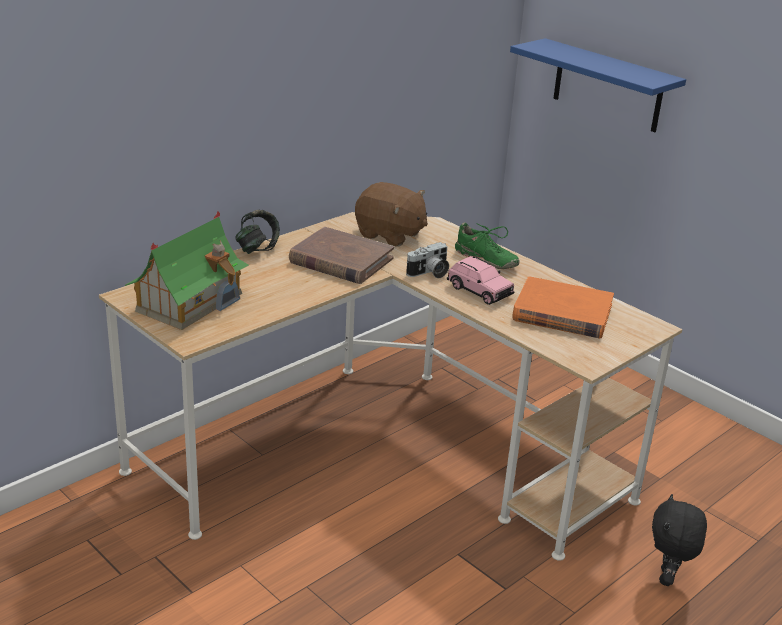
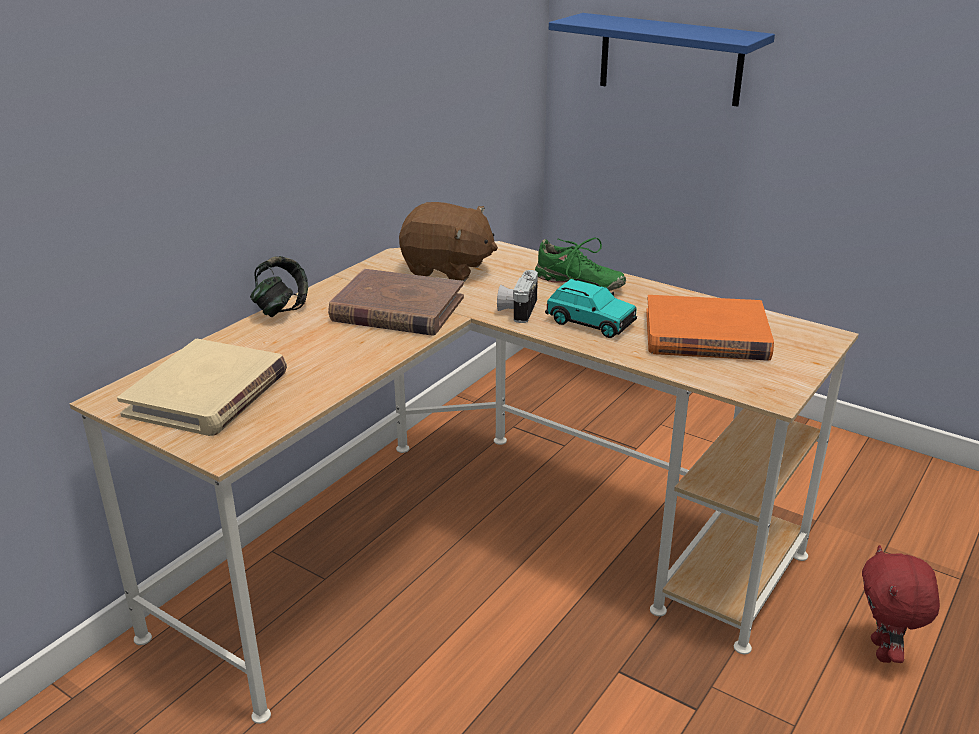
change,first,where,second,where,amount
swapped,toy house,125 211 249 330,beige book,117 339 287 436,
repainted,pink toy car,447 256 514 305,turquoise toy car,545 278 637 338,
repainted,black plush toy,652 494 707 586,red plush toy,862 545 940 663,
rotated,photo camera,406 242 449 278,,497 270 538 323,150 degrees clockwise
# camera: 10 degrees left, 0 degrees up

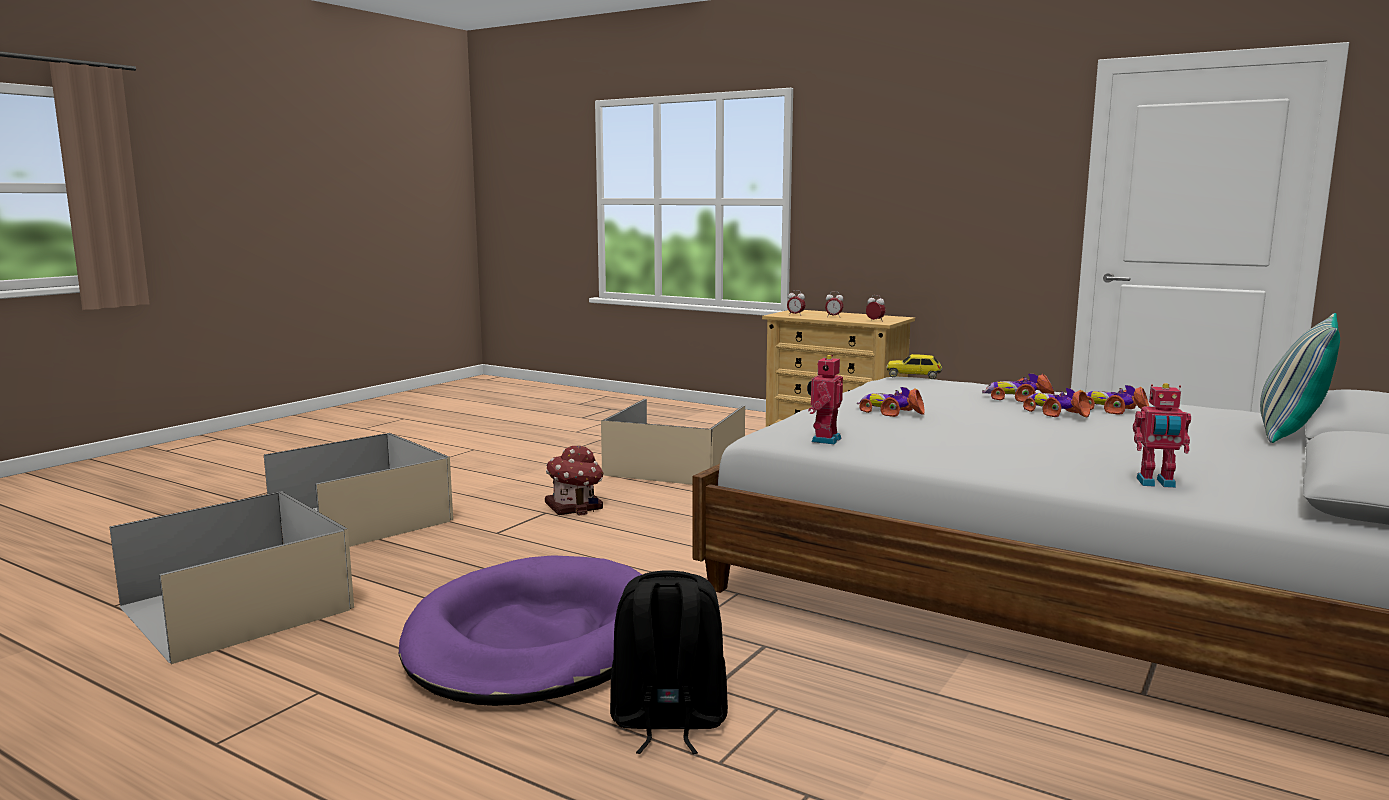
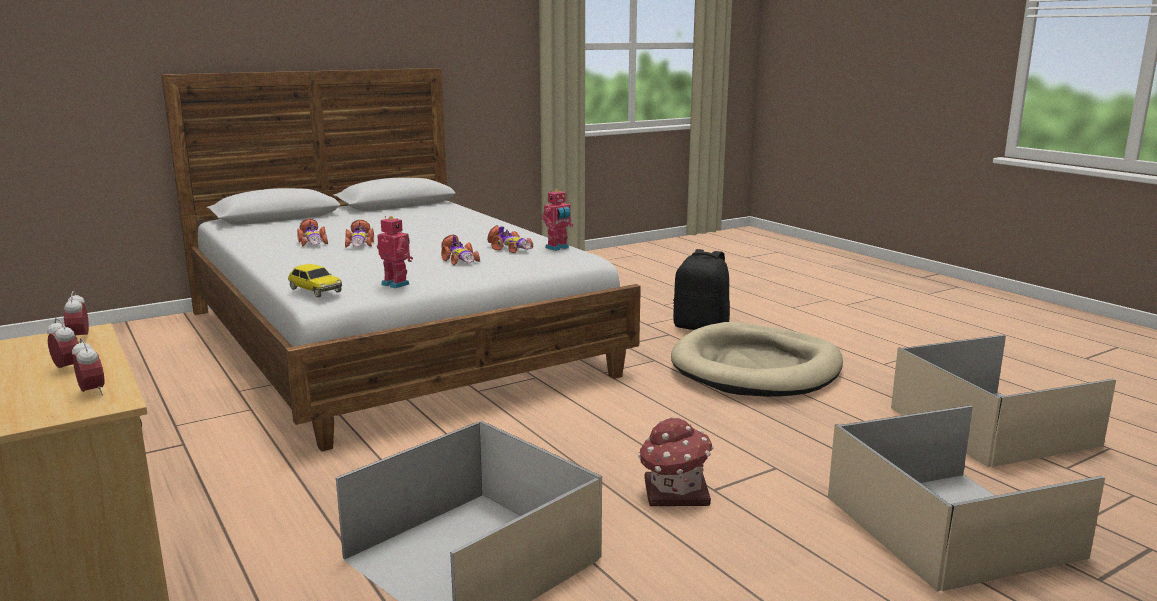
change,first,where,second,where,amount
gone,pillow,1260 313 1340 443,,,
shifted,toy car,982 374 1055 402,,487 225 533 253,
shifted,toy robot,1133 383 1191 488,,377 216 413 288,
repainted,purple dog bed,399 555 642 706,beige dog bed,671 322 843 397,
# camera: 155 degrees left, 5 degrees up

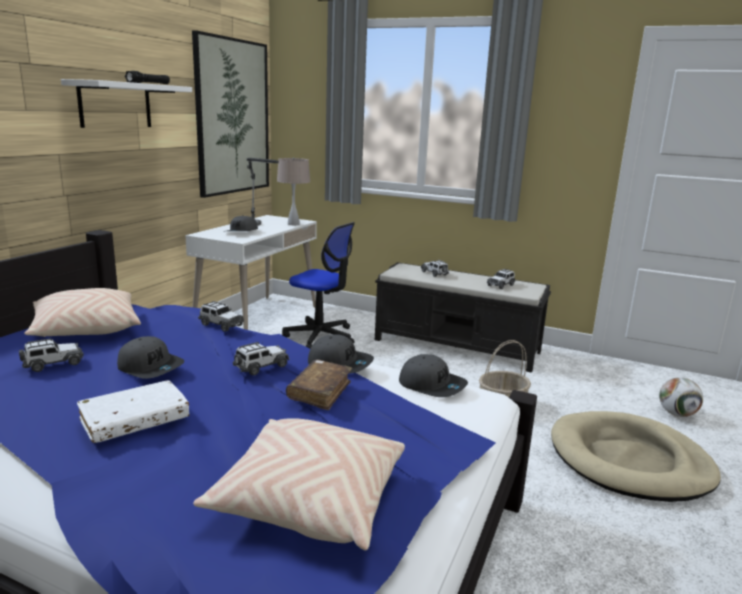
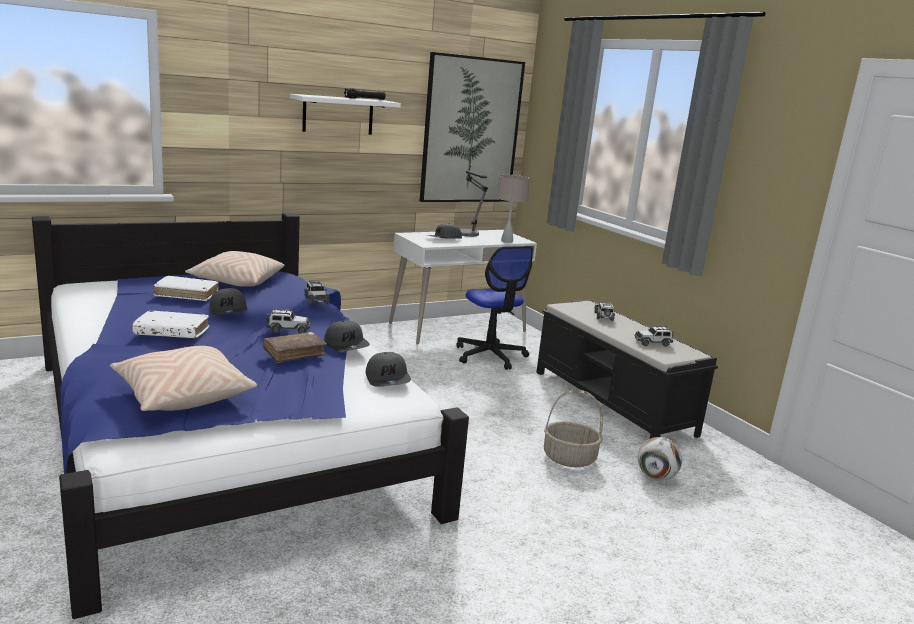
change,first,where,second,where,amount
gone,beige dog bed,551 411 721 502,,,
shifted,football,659 377 703 417,,638 437 682 481,
swapped,toy car,19 339 84 372,white book,153 276 219 301,
# camera: 35 degrees right, 0 degrees up

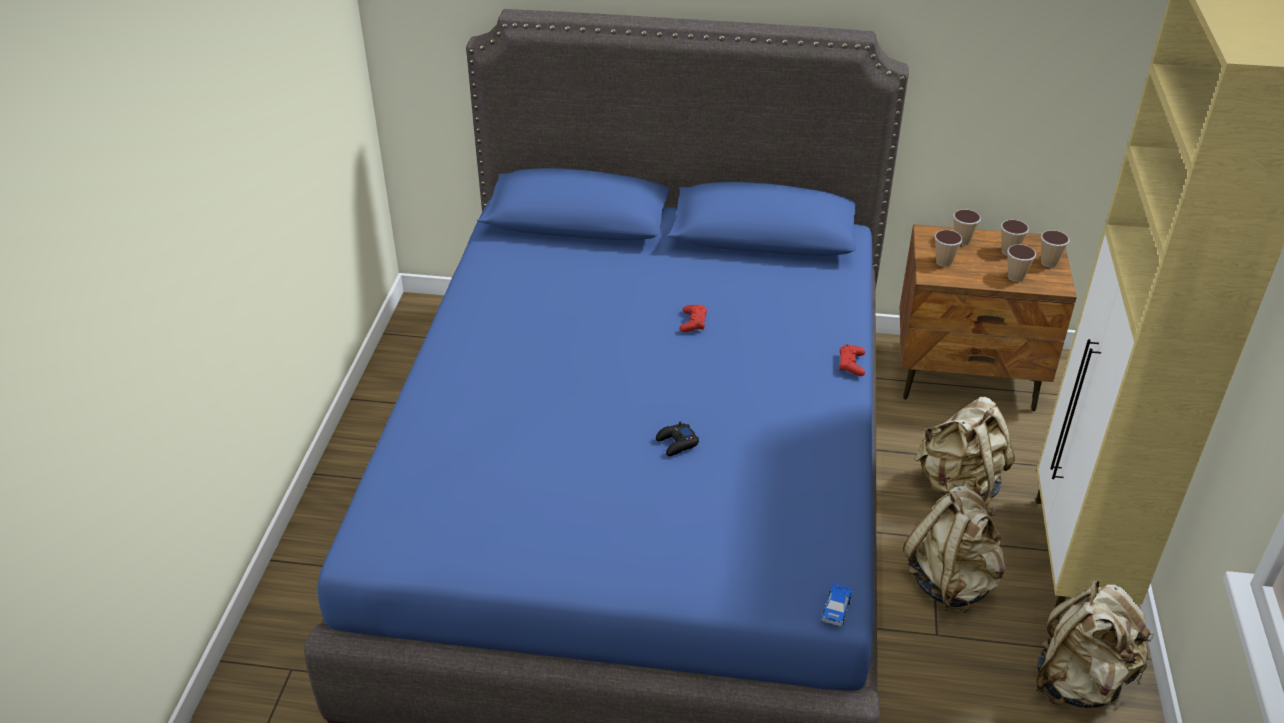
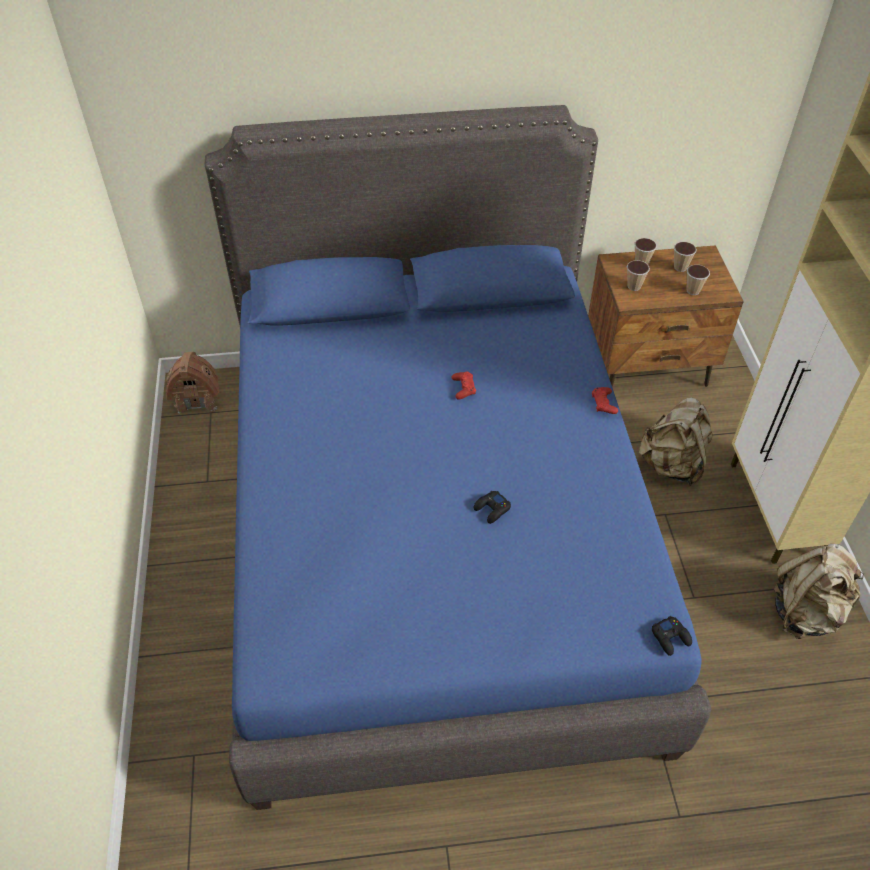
change,first,where,second,where,amount
gone,beige backpack,903 486 1005 613,,,
gone,cup,1041 230 1069 267,,,
new,,,toy house,166 352 220 414,
swapped,toy car,821 583 852 626,black game controller,652 616 692 656,
# camera: 15 degrees left, 10 degrees up

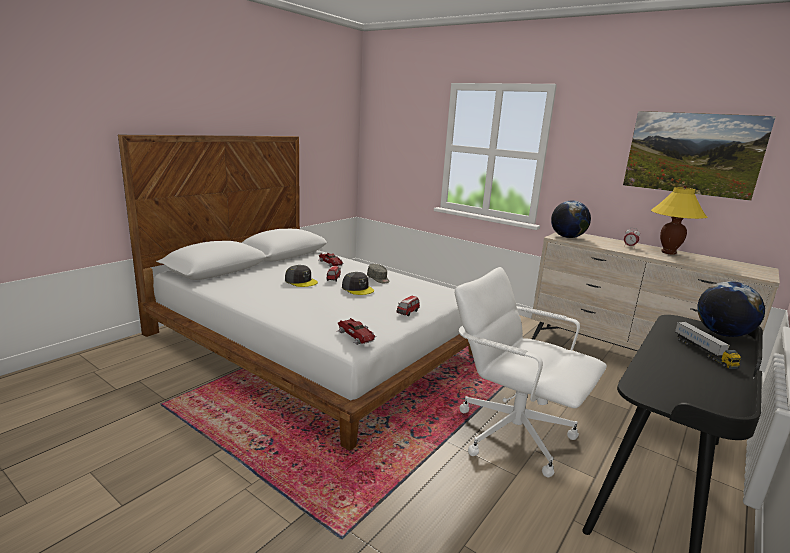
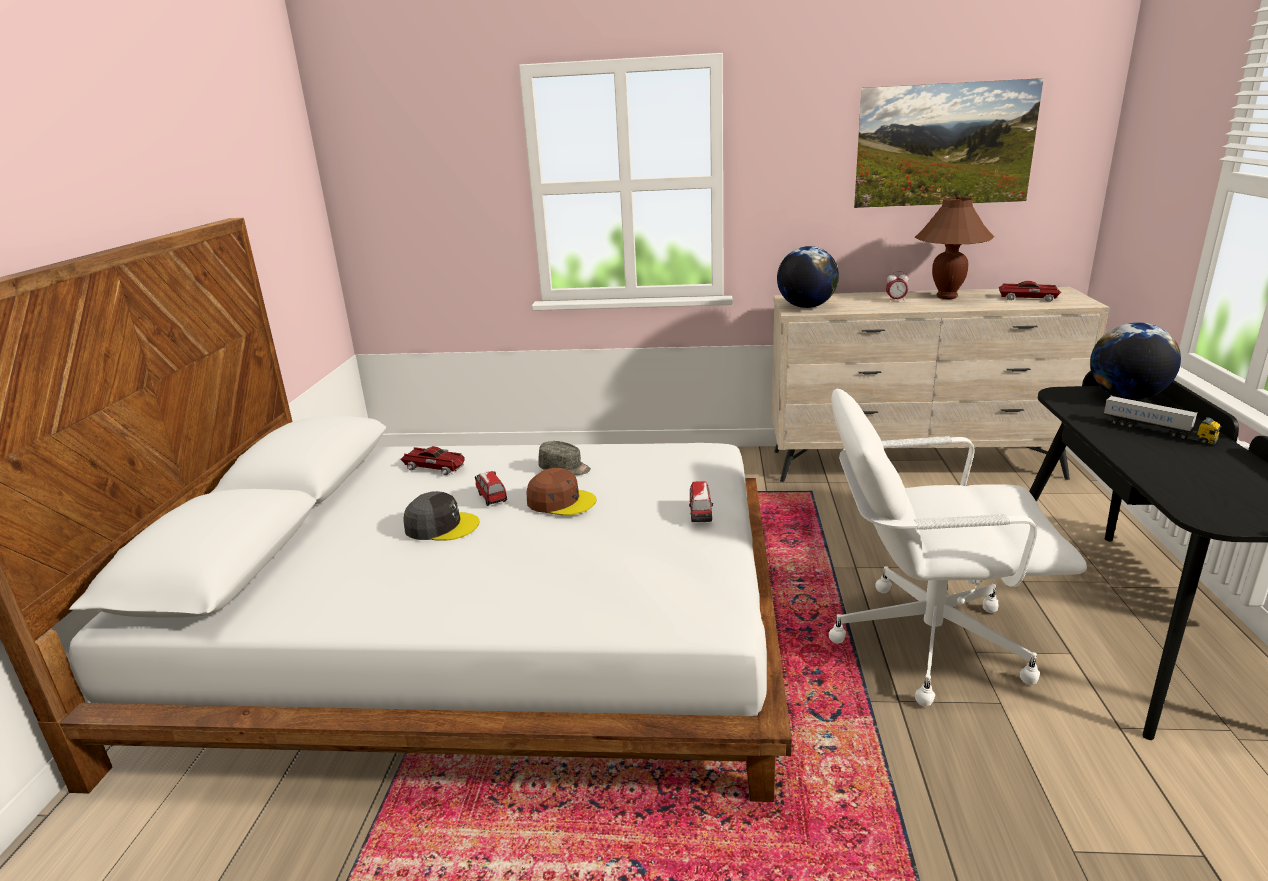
change,first,where,second,where,amount
shifted,toy car,338 318 376 345,,999 281 1062 302,
repainted,grey cap,342 272 374 295,brown cap,527 468 597 515,
repainted,yellow table lamp,651 186 707 255,brown table lamp,915 195 994 299,
# camera: 30 degrees left, 5 degrees up

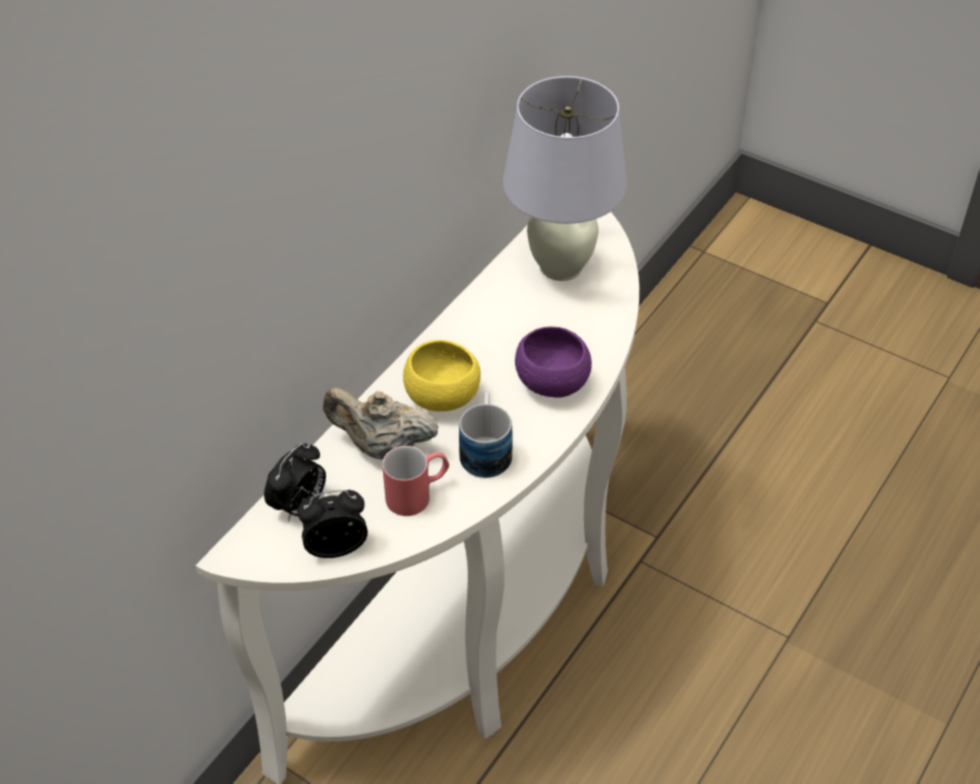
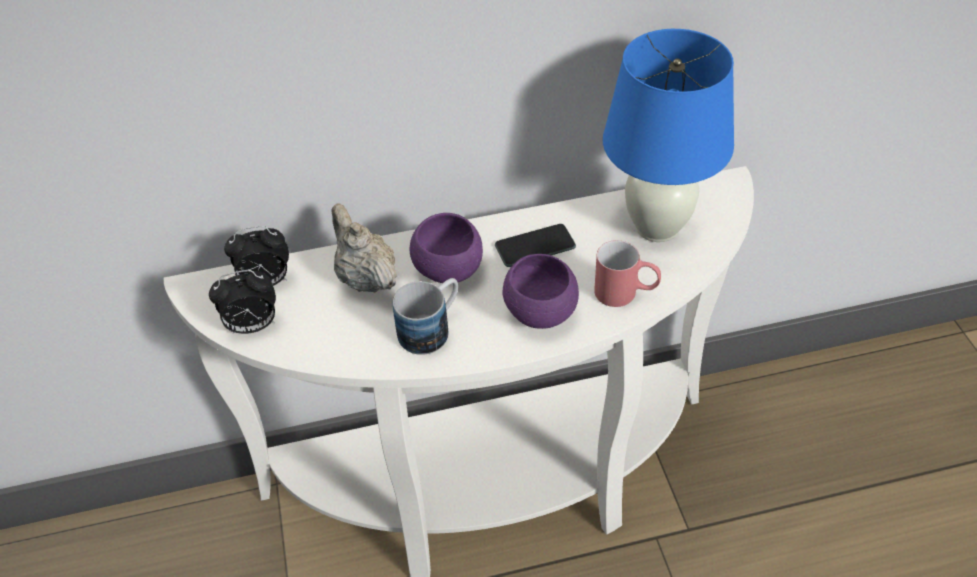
change,first,where,second,where,amount
new,,,phone,495 224 576 267,
shifted,red mug,382 446 449 516,,594 240 661 307,
repainted,yellow bowl,403 340 481 411,purple bowl,410 213 483 284,
repainted,white table lamp,503 76 627 281,blue table lamp,603 29 734 242,
rotated,alarm clock,297 490 368 558,,209 270 276 334,135 degrees clockwise
# camera: 45 degrees right, 0 degrees up

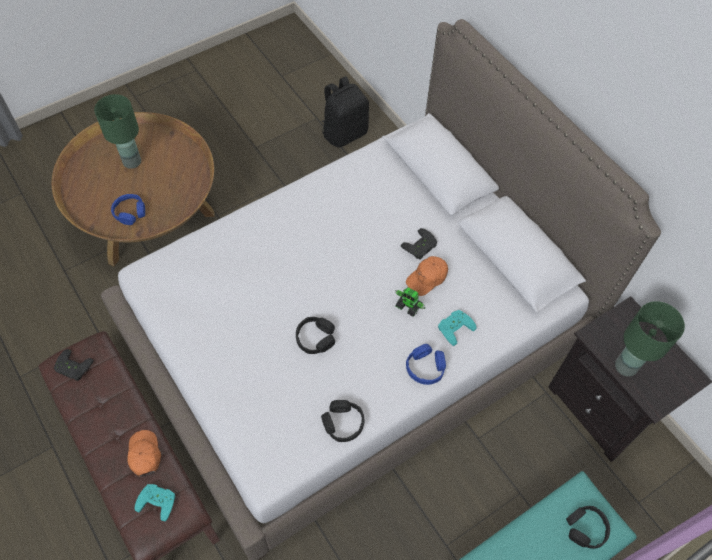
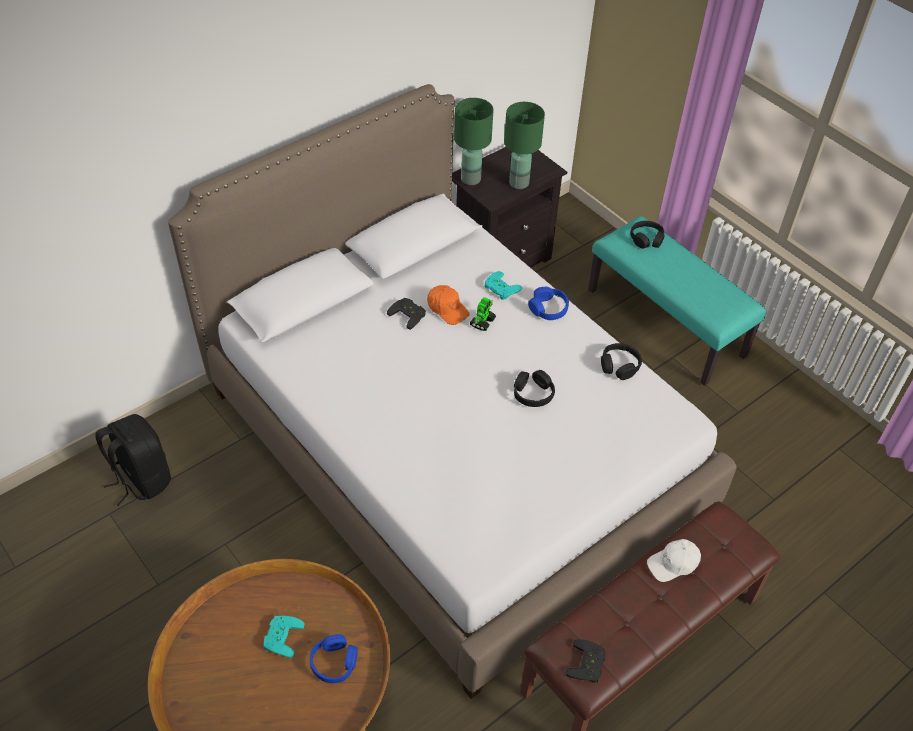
change,first,where,second,where,amount
shifted,green table lamp,94 94 141 169,,454 98 493 185,
shifted,turquoise game controller,135 484 175 521,,264 616 305 658,
repainted,orange cap,127 430 161 476,white cap,647 539 701 582,
# camera: 95 degrees left, 10 degrees down

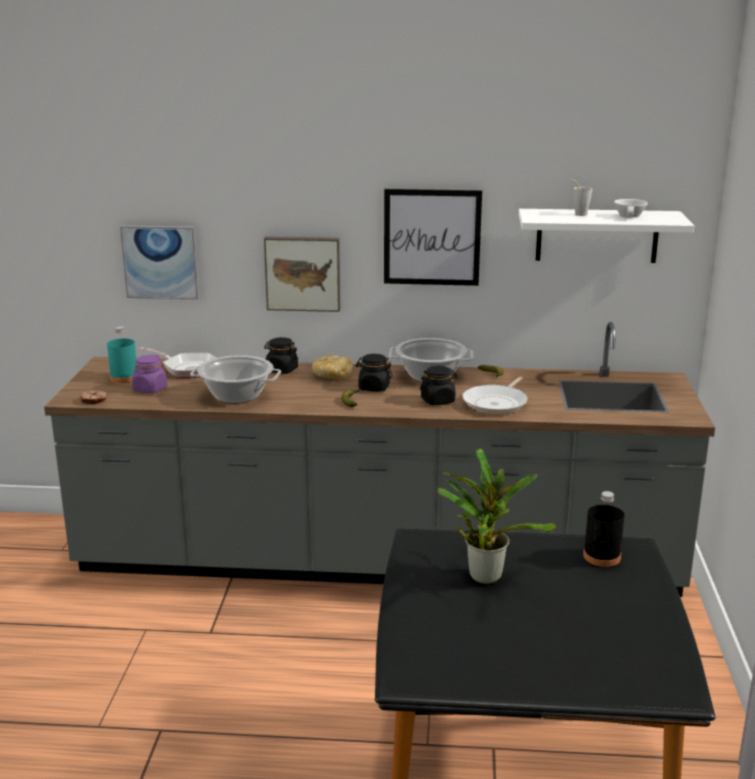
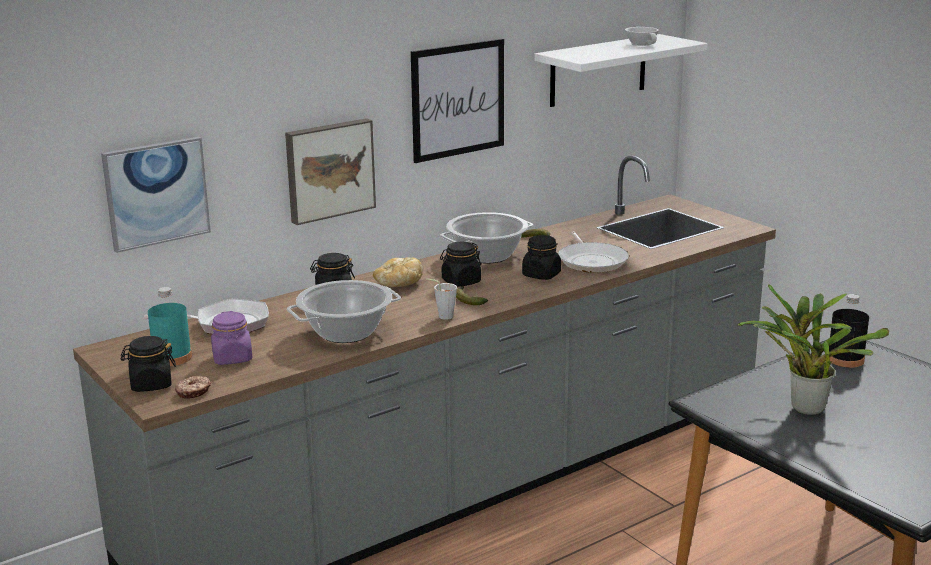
change,first,where,second,where,amount
new,,,black jar,121 336 176 392,
shifted,grey cup,569 179 593 216,,426 279 457 320,
# camera: 40 degrees left, 0 degrees up

